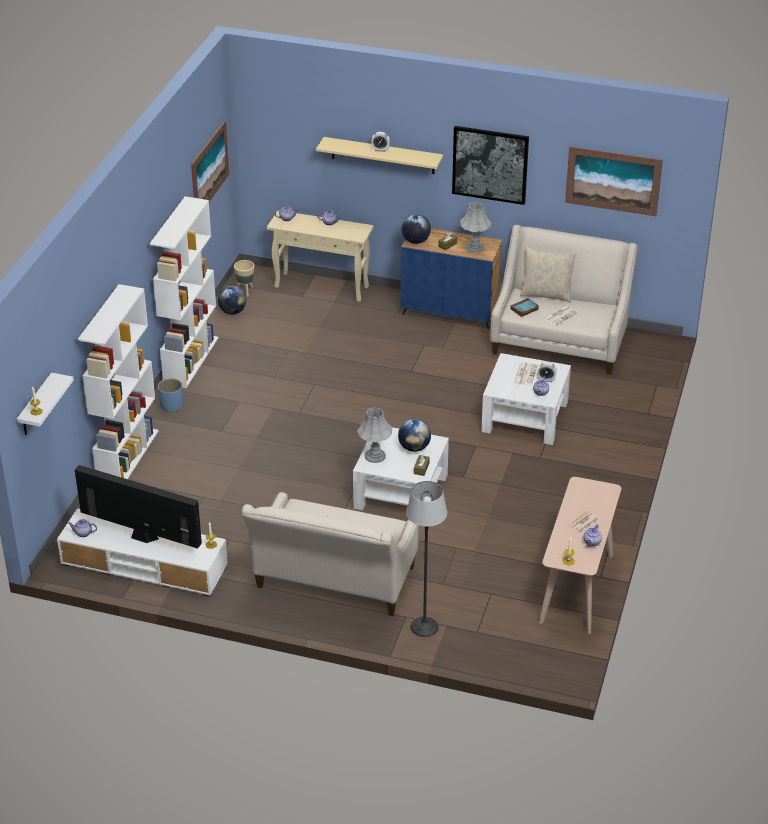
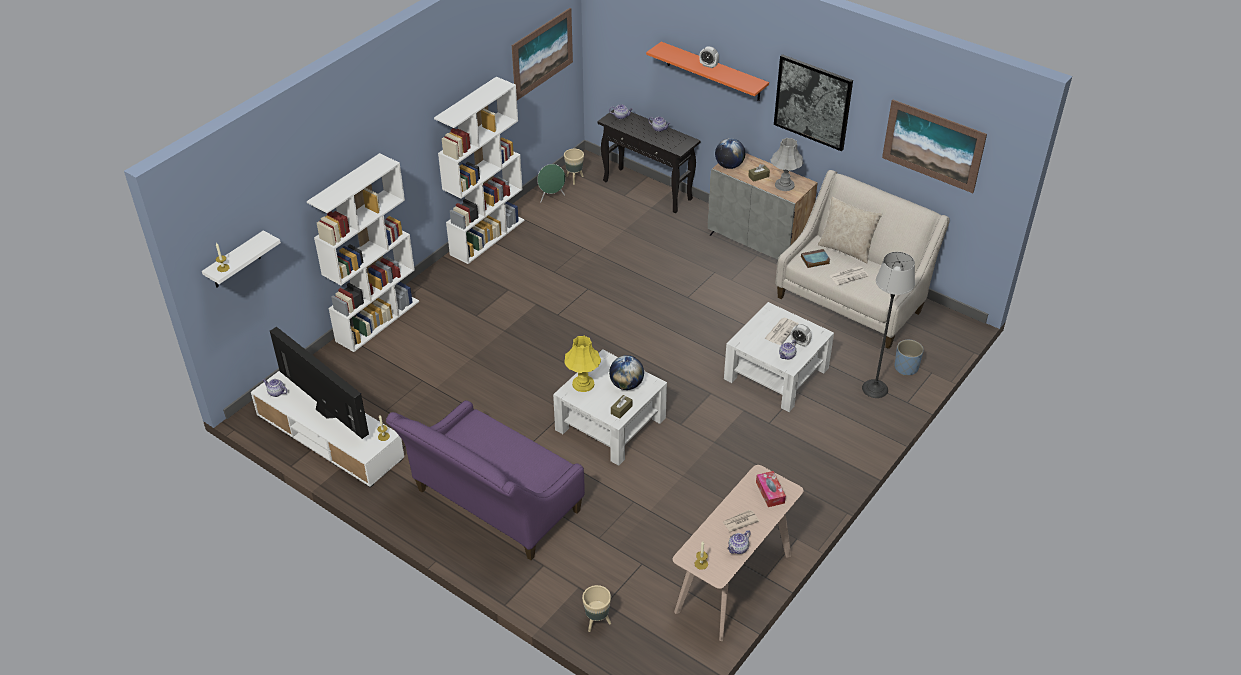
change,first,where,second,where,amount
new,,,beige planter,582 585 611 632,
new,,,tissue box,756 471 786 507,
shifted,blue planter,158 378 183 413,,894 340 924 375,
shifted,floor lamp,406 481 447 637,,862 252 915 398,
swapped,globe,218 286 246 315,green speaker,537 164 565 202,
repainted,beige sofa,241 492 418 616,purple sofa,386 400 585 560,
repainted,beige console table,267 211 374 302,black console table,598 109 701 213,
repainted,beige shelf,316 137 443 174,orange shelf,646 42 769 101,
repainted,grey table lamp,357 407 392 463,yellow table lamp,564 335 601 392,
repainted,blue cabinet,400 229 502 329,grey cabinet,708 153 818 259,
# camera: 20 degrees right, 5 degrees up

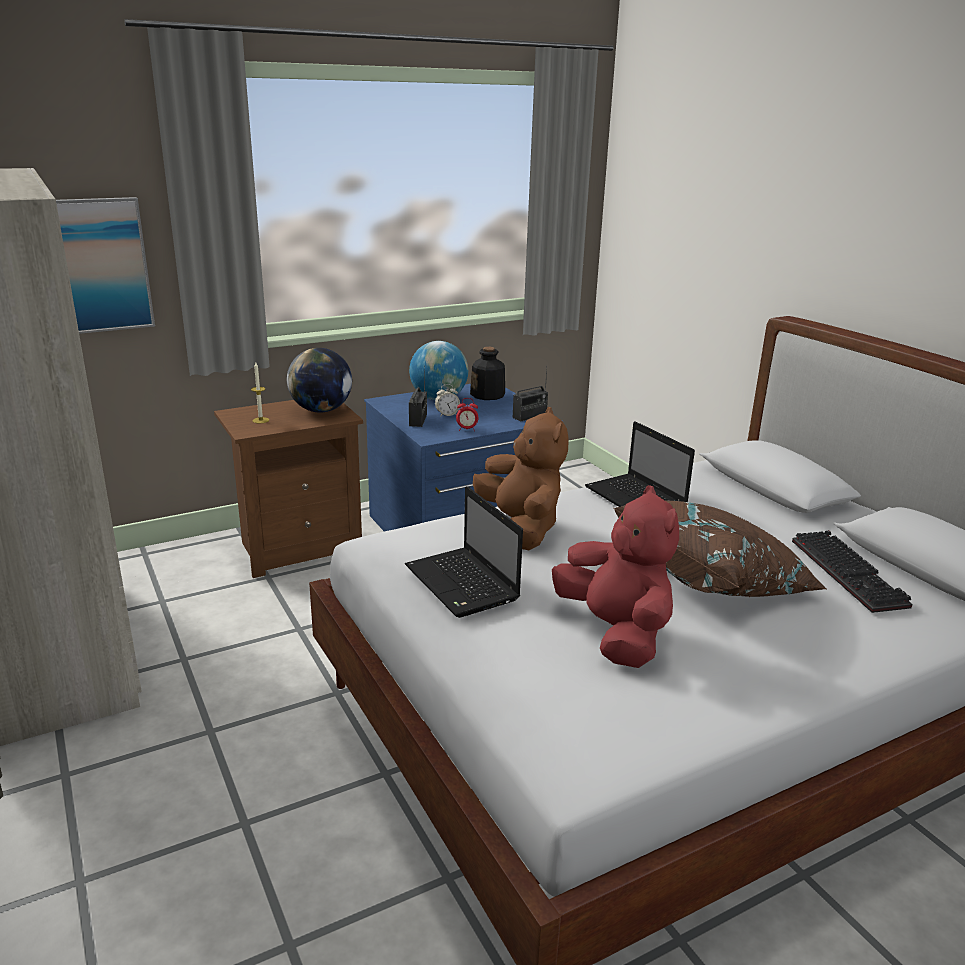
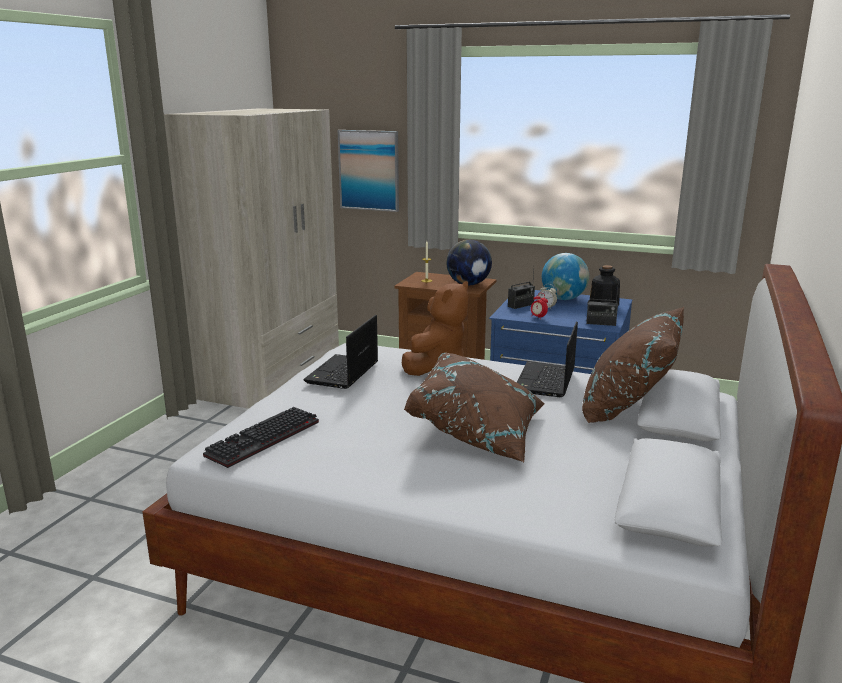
change,first,where,second,where,amount
gone,red plush toy,552 485 679 668,,,
new,,,brown pillow,582 307 684 423,
shifted,keyboard,792 530 912 613,,203 407 319 468,
# camera: 50 degrees right, 5 degrees down

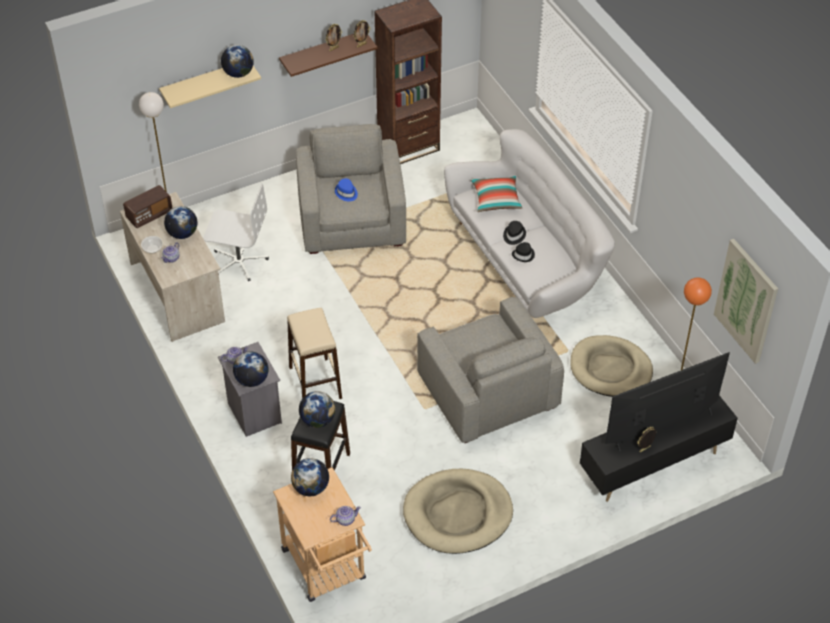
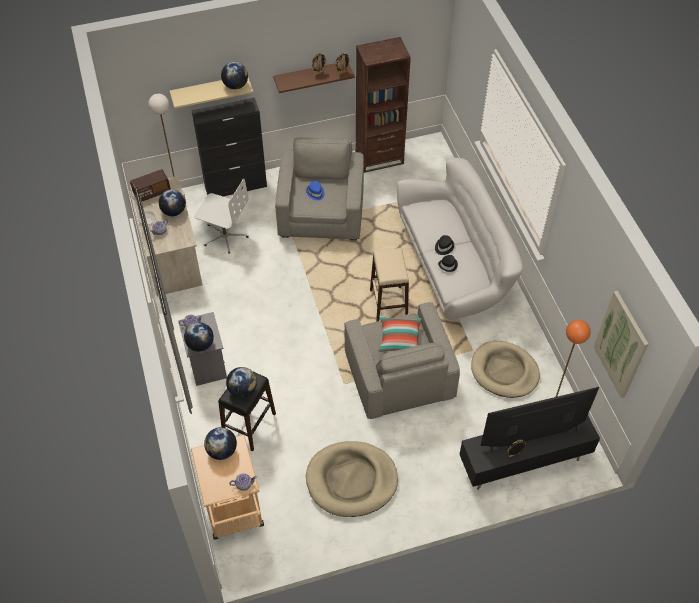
change,first,where,second,where,amount
new,,,black cabinet,191 98 267 196,
shifted,beige stool,287 308 342 399,,370 248 409 322,
shifted,pillow,471 176 522 212,,378 316 421 352,
# camera: 10 degrees right, 5 degrees up

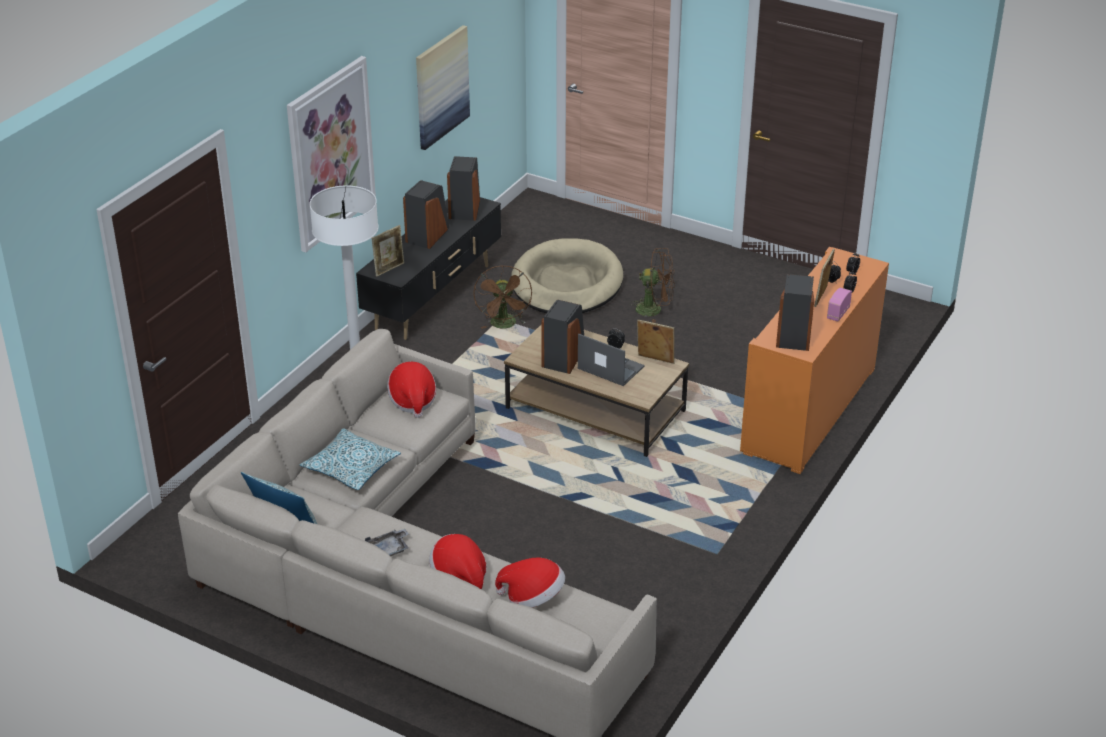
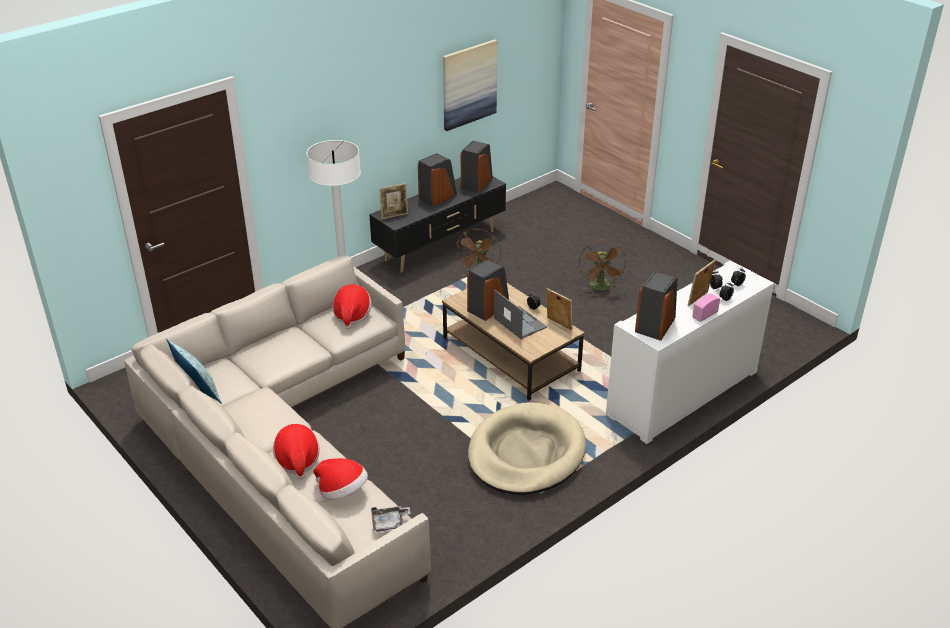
change,first,where,second,where,amount
gone,picture,287 56 376 253,,,
gone,pillow,299 428 401 490,,,
shifted,grey tray,365 529 409 556,,371 506 411 532,
shifted,beige dog bed,511 238 623 313,,468 402 586 495,
repainted,orange cabinet,740 247 889 474,white cabinet,606 261 774 444,
rotated,brown fan,629 248 675 323,,579 240 626 291,60 degrees clockwise
# camera: 20 degrees right, 0 degrees up

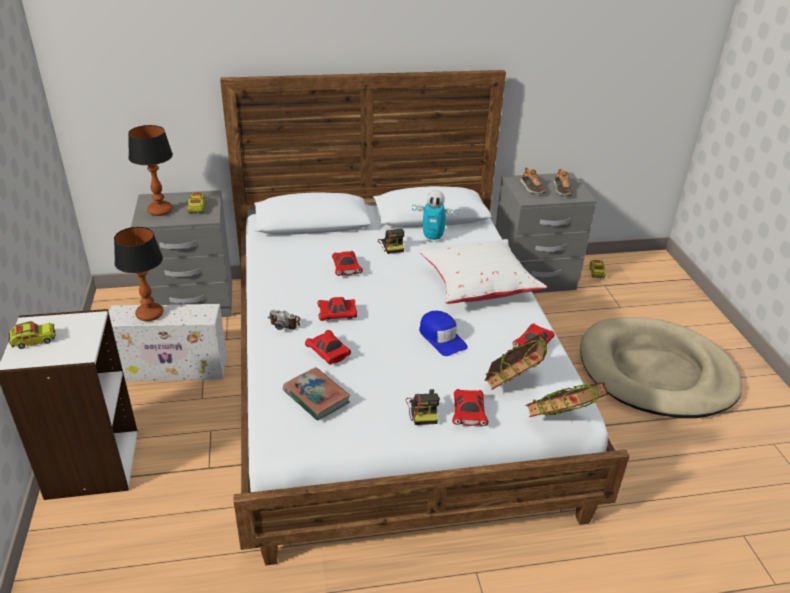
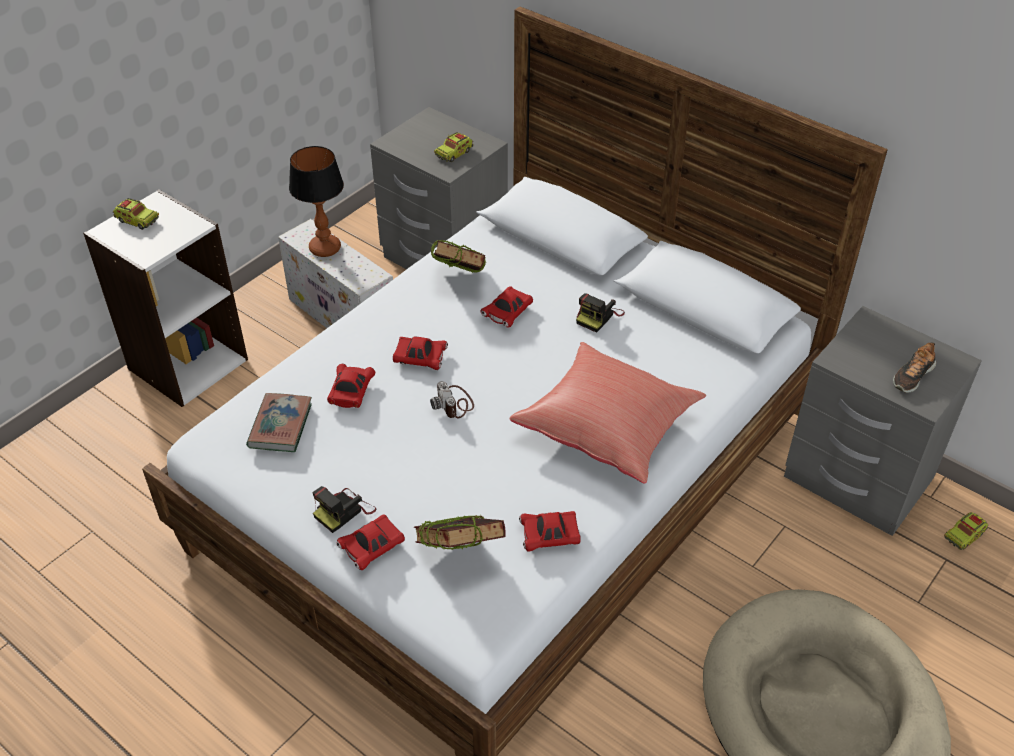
change,first,where,second,where,amount
gone,table lamp,128 125 173 216,,,
gone,toy robot,412 190 459 242,,,
gone,blue cap,419 311 468 356,,,
gone,shoe,520 167 546 194,,,
shifted,photo camera,268 310 300 330,,430 381 474 419,
shifted,book,525 382 608 417,,431 240 486 273,
repainted,white pillow,420 239 547 304,red pillow,509 342 706 484,
rotated,red toy car,317 297 357 321,,393 336 448 370,150 degrees clockwise
# camera: 50 degrees right, 10 degrees up

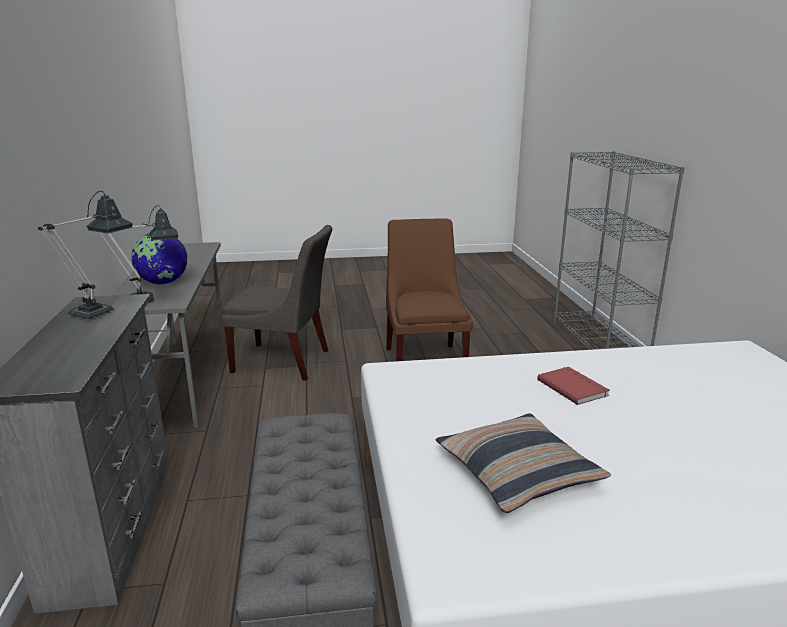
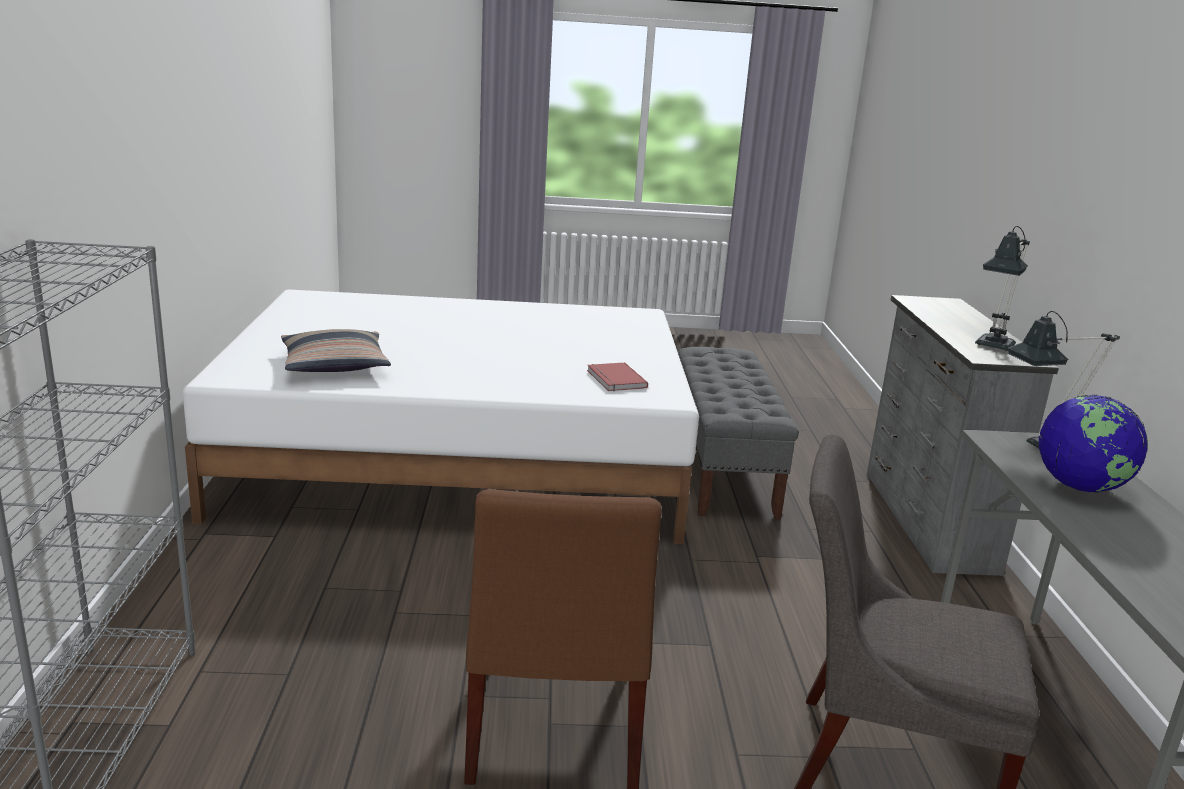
change,first,where,second,where,amount
shifted,pillow,436 413 611 513,,281 329 391 372,
shifted,red book,537 367 610 405,,587 362 648 391,
# camera: 175 degrees left, 0 degrees up

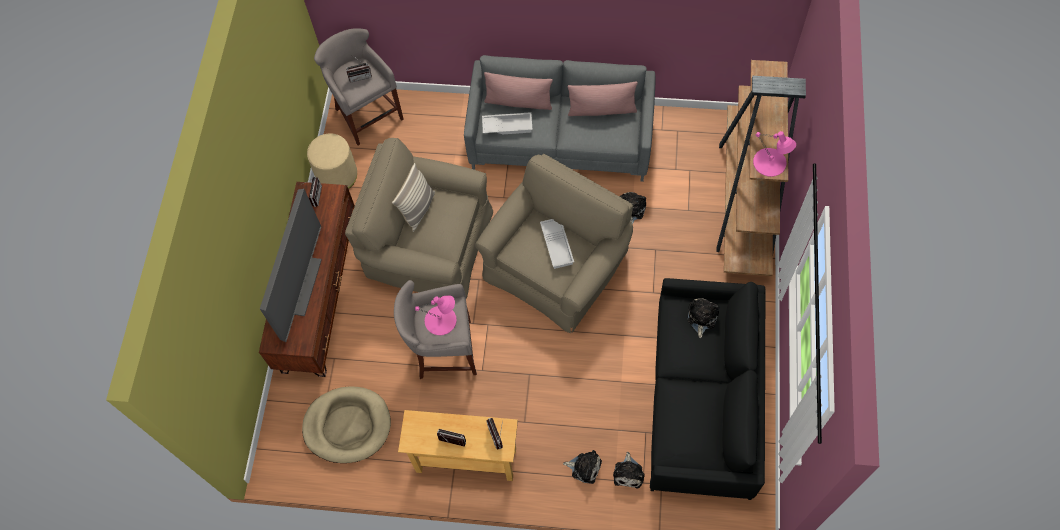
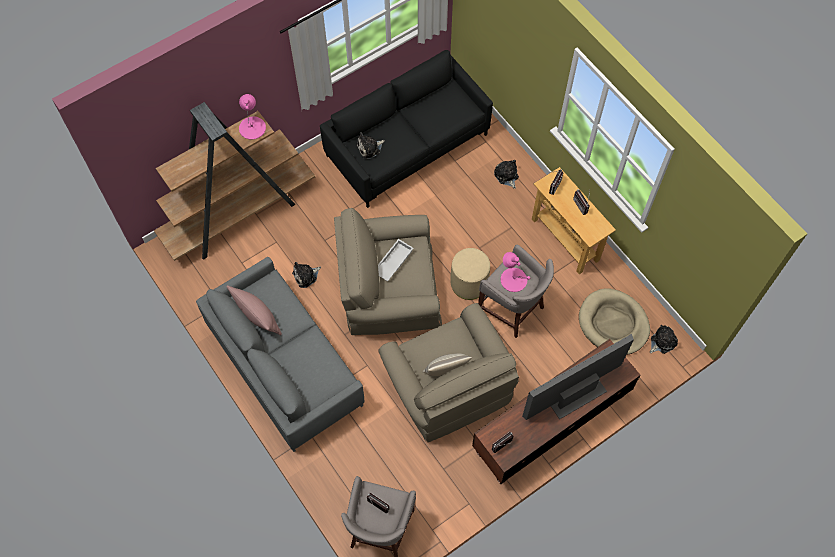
change,first,where,second,where,amount
gone,white tray,482 112 532 135,,,
gone,pink pillow,484 72 553 110,,,
shifted,beige ottoman,307 133 357 189,,450 248 490 300,
shifted,plush toy,613 452 645 488,,650 325 678 354,
# camera: 135 degrees left, 0 degrees up

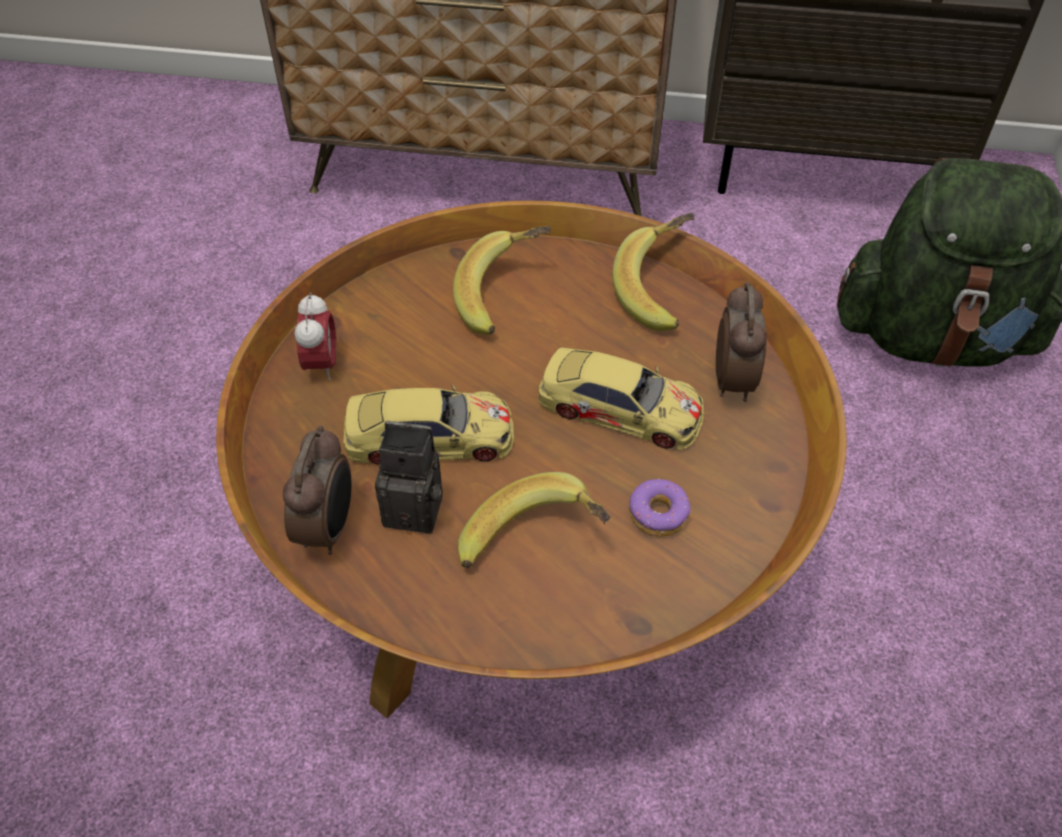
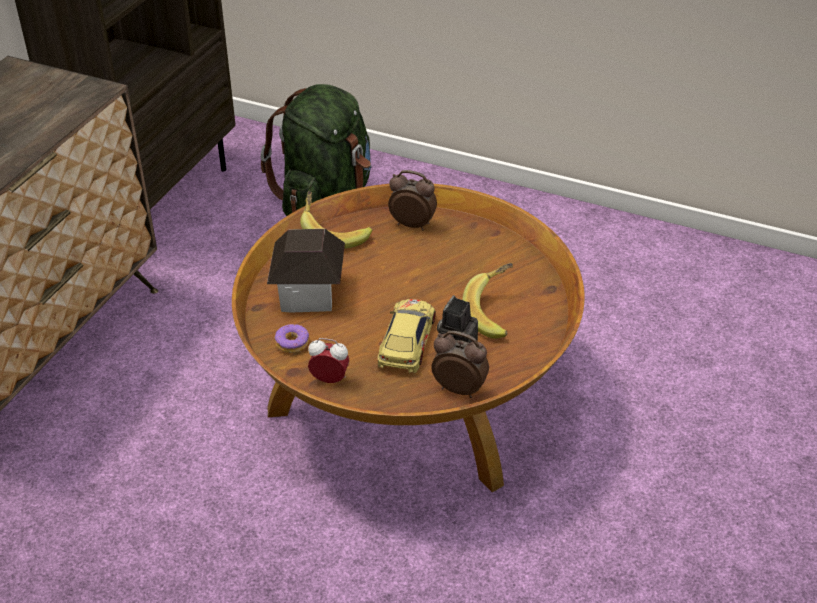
change,first,where,second,where,amount
gone,toy car,539 347 704 450,,,
shifted,donut,629 479 691 537,,275 324 309 353,
swapped,banana,453 226 551 335,toy house,267 229 345 312,
# camera: 75 degrees left, 10 degrees down

